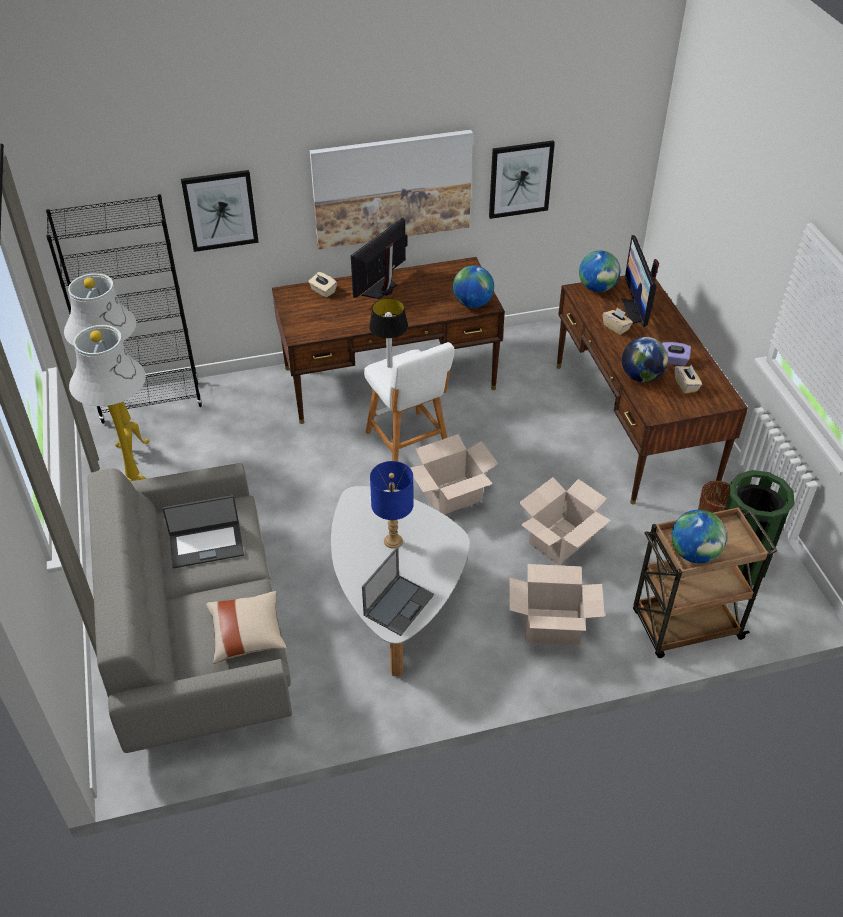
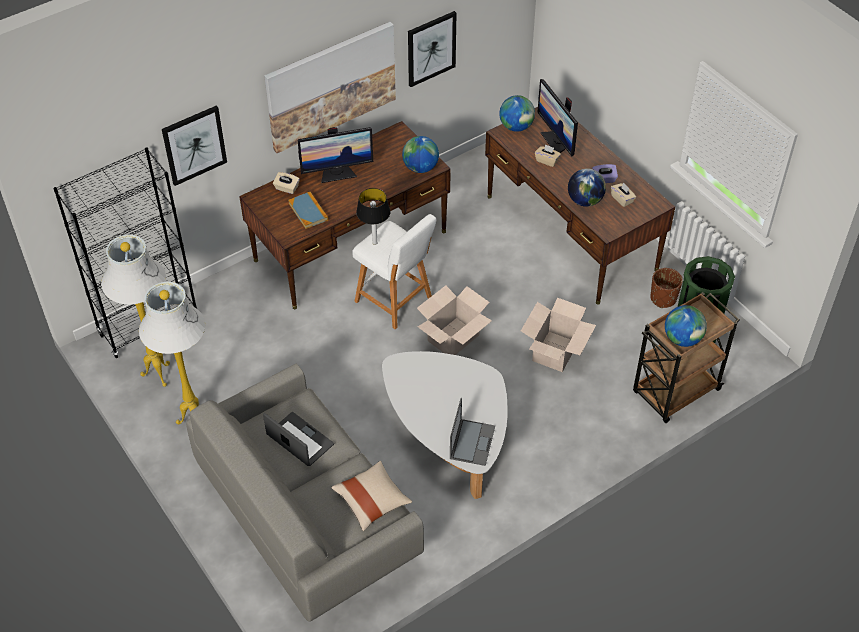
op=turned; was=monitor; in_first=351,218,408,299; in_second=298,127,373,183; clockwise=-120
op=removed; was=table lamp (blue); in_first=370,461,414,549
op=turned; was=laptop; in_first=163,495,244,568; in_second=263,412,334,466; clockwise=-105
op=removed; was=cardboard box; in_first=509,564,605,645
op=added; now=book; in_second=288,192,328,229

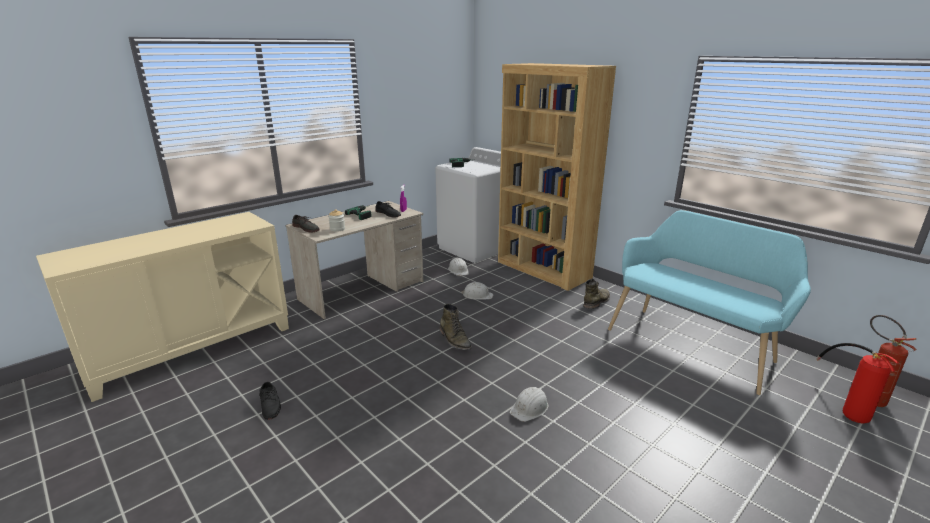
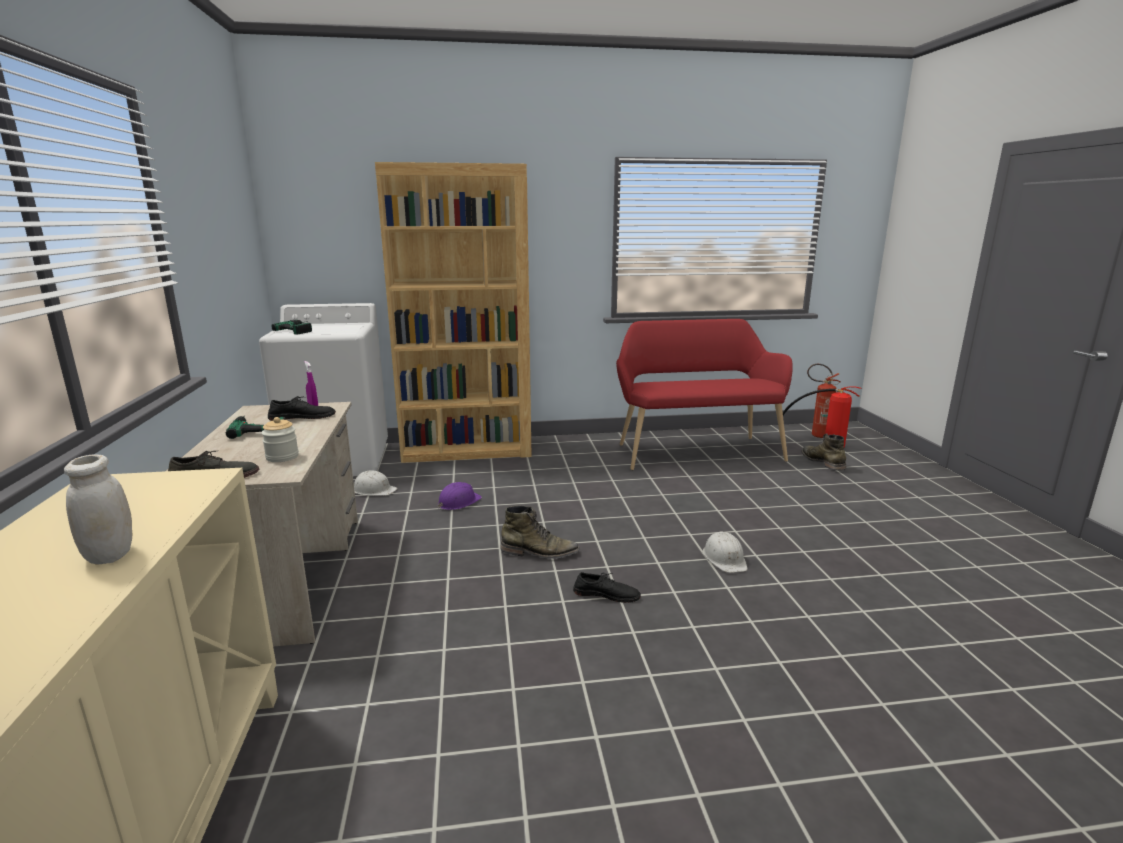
op=recoloured; was=bench (turquoise); now=bench (red); in_first=608,210,811,395; in_second=616,319,793,470
op=moved; was=boot (green); in_first=584,279,610,309; in_second=802,433,846,471
op=recoloured; was=hard hat (white); now=hard hat (purple); in_first=461,282,493,300; in_second=438,482,482,510
op=moved; was=shoe (black); in_first=259,382,281,420; in_second=573,572,641,603
op=added; now=jar (white); in_second=64,454,132,564

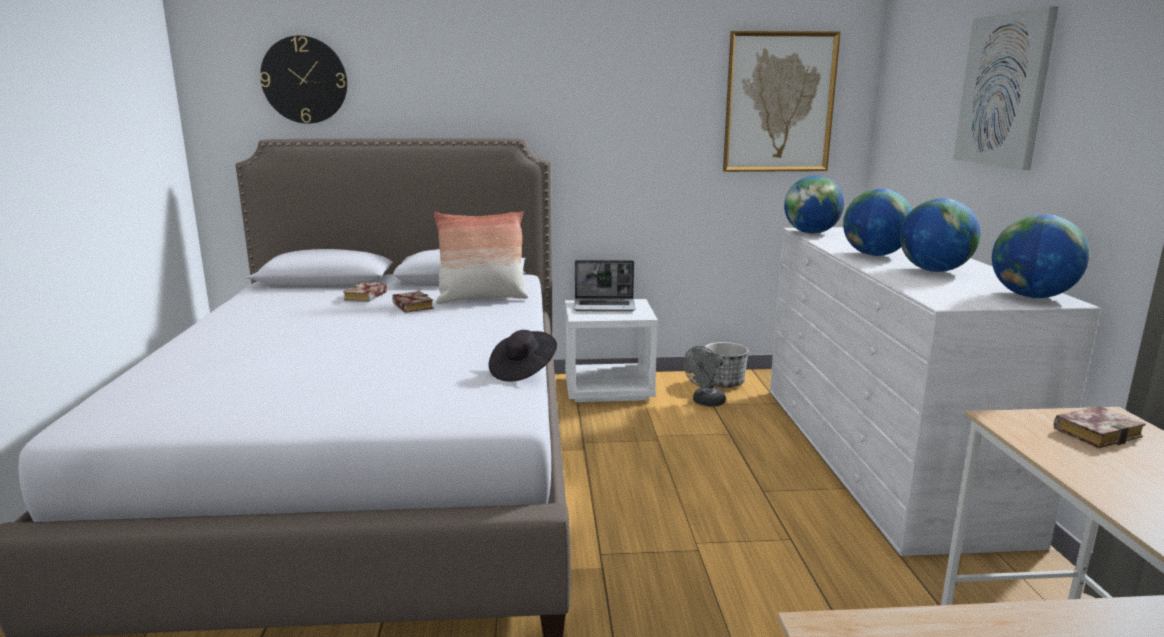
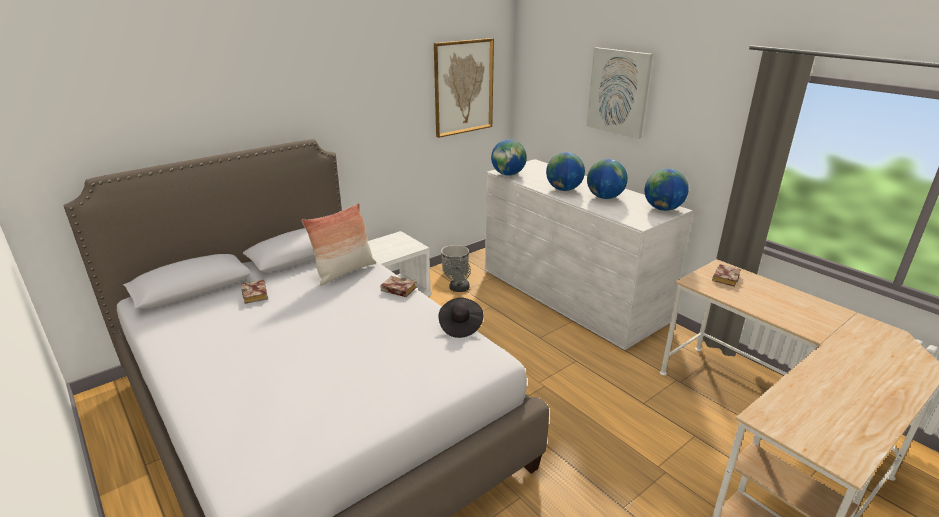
op=removed; was=wall clock; in_first=260,36,347,124
op=removed; was=laptop; in_first=574,260,635,311
op=moved; was=book; in_first=392,291,433,313; in_second=380,276,417,297

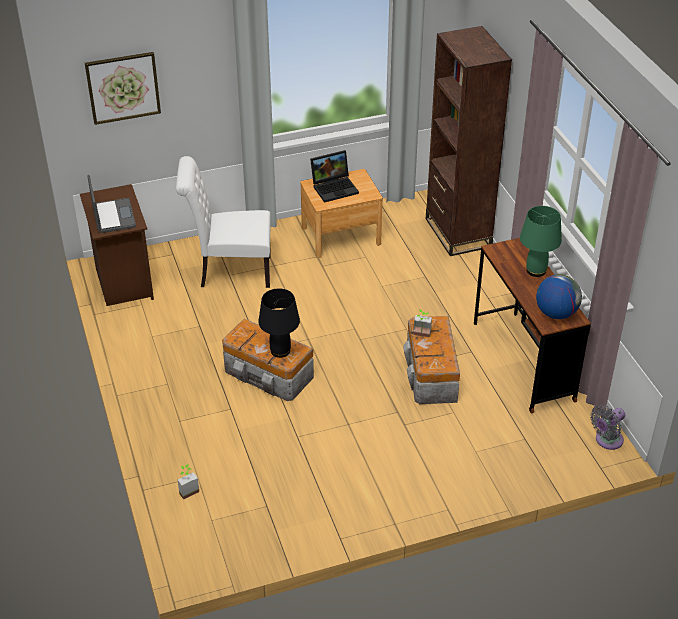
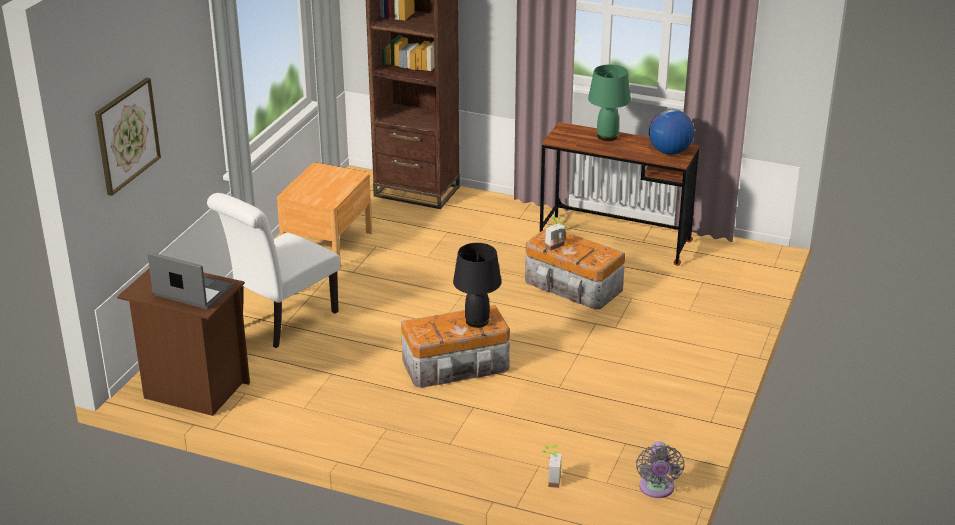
op=removed; was=laptop; in_first=310,150,359,203
op=moved; was=fan (grey); in_first=590,405,625,450; in_second=636,441,684,498

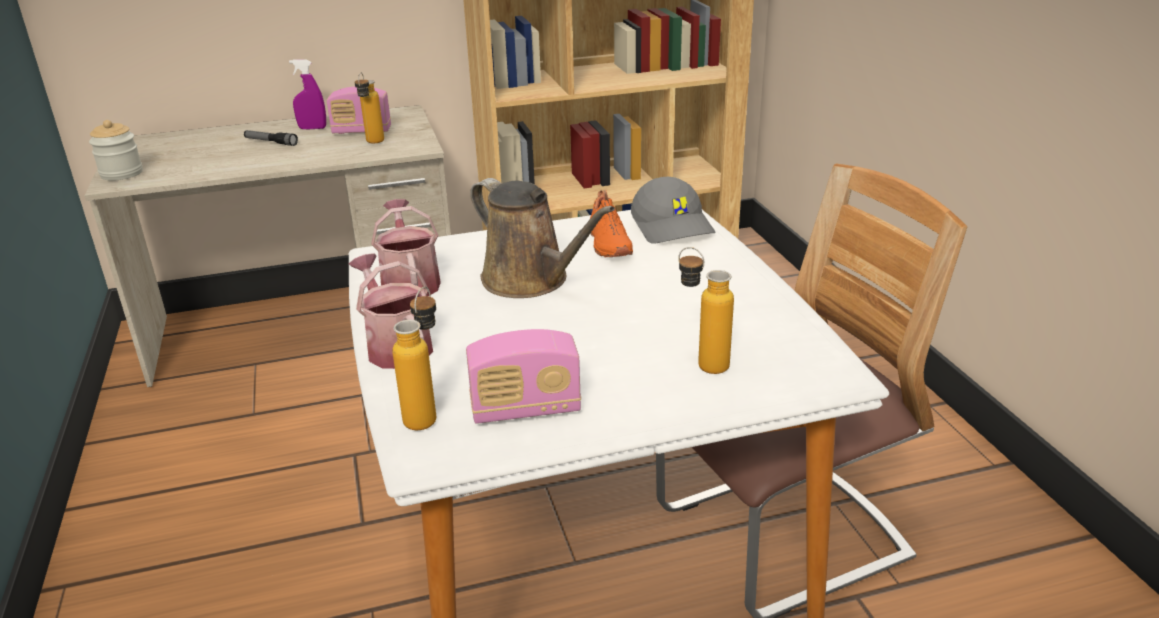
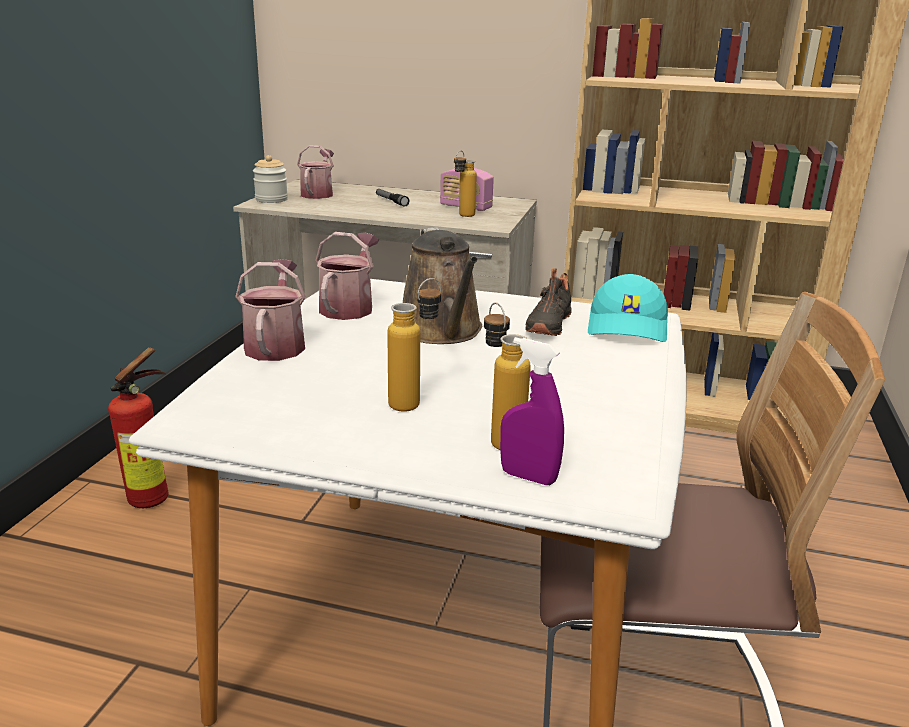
op=moved; was=spray bottle (purple); in_first=289,59,326,130; in_second=500,337,564,485
op=recoloured; was=cap (grey); now=cap (turquoise); in_first=631,177,716,244; in_second=588,274,668,342
op=recoloured; was=shoe (orange); now=shoe (black); in_first=590,190,633,257; in_second=525,268,572,336
op=moved; was=bottle; in_first=392,287,436,430; in_second=387,278,441,412
op=removed; was=radio; in_first=466,329,581,424
op=added; now=watering can; in_second=297,145,334,199
op=added; now=fire extinguisher; in_second=108,347,169,508

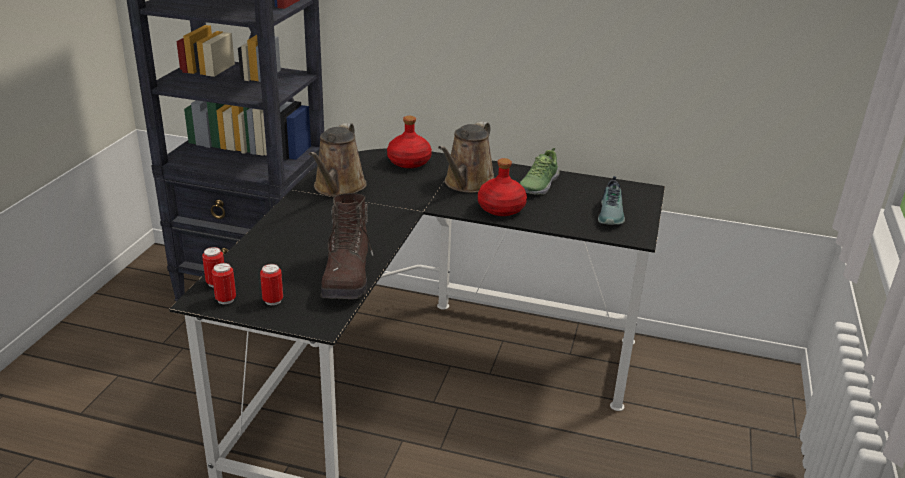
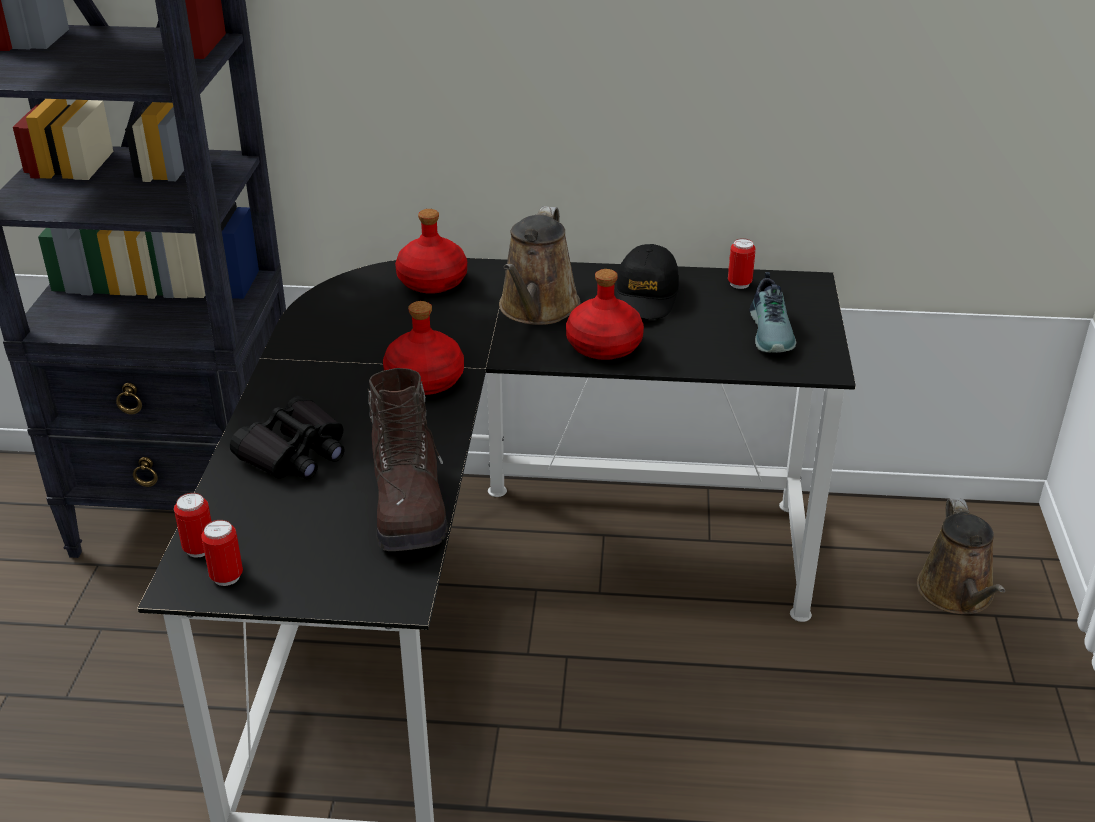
op=moved; was=watering can (brown); in_first=309,123,367,197; in_second=917,498,1005,614
op=replaced; was=shoe; now=cap (black); in_first=520,148,560,195; in_second=614,244,679,319
op=moved; was=can; in_first=260,264,283,305; in_second=728,238,756,289
op=added; now=bottle (red); in_second=383,301,464,395
op=added; now=binoculars (black); in_second=230,396,345,479

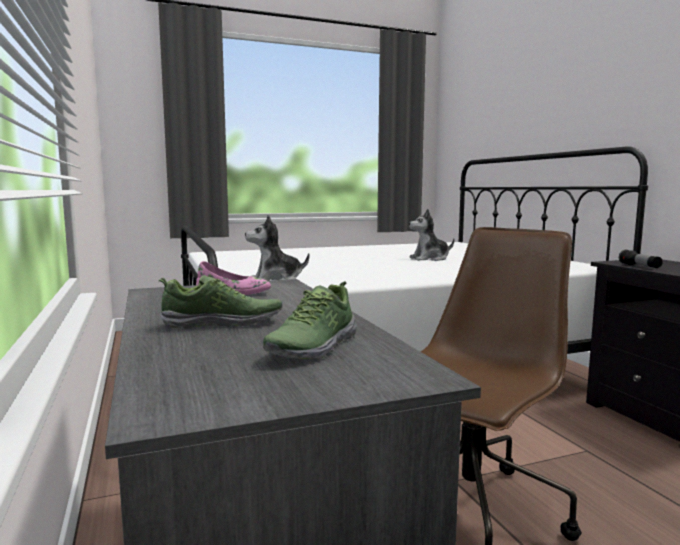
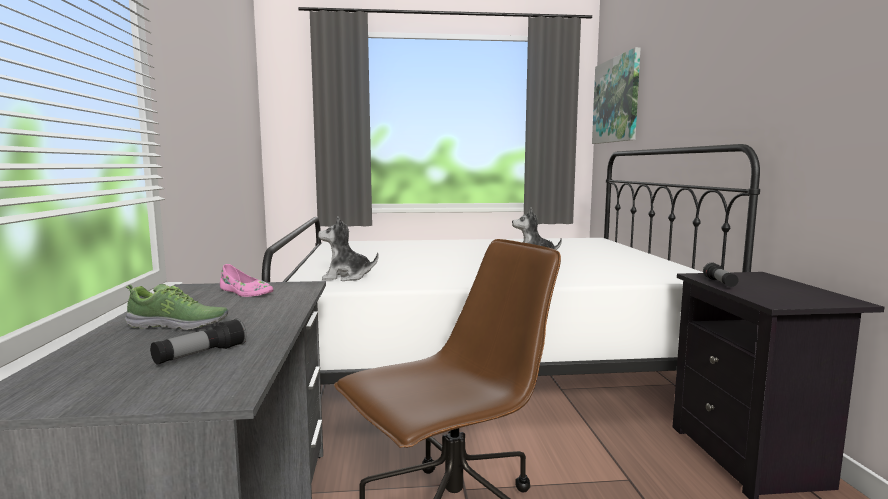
op=replaced; was=shoe; now=flashlight; in_first=263,281,357,359; in_second=150,318,246,365
op=added; now=picture; in_second=592,47,641,144

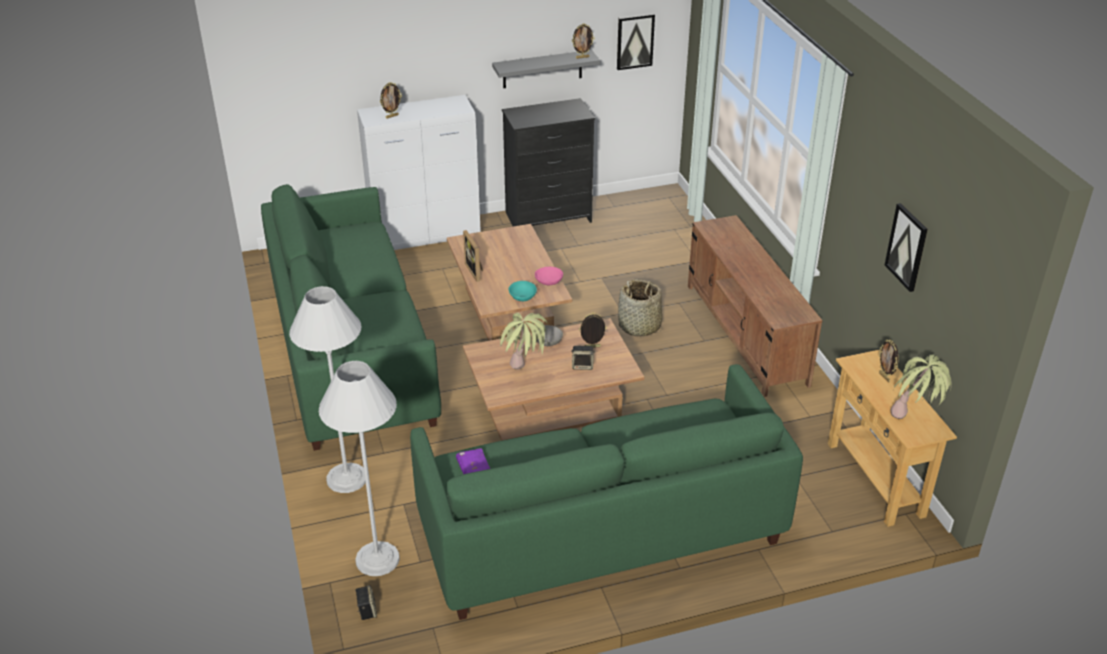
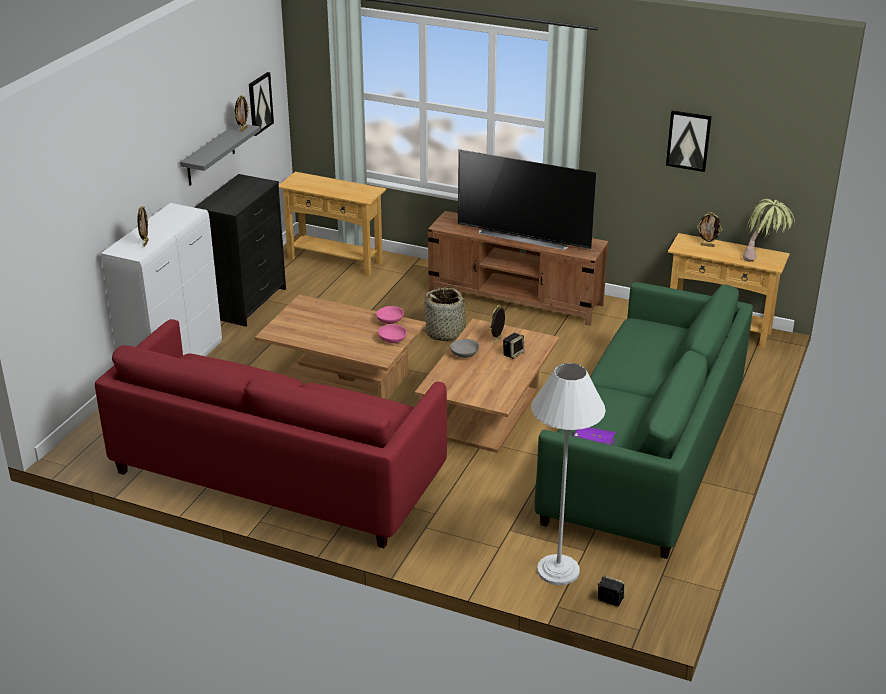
op=recoloured; was=sofa (green); now=sofa (red); in_first=261,184,441,451; in_second=95,319,447,549
op=removed; was=picture frame; in_first=463,230,483,282
op=recoloured; was=bowl (turquoise); now=bowl (pink); in_first=509,281,537,301; in_second=378,324,407,343
op=removed; was=floor lamp (white); in_first=289,286,366,493
op=removed; was=potted plant; in_first=499,313,548,370
op=added; now=television; in_second=458,149,596,250
op=added; now=console table (beige); in_second=279,172,386,276

